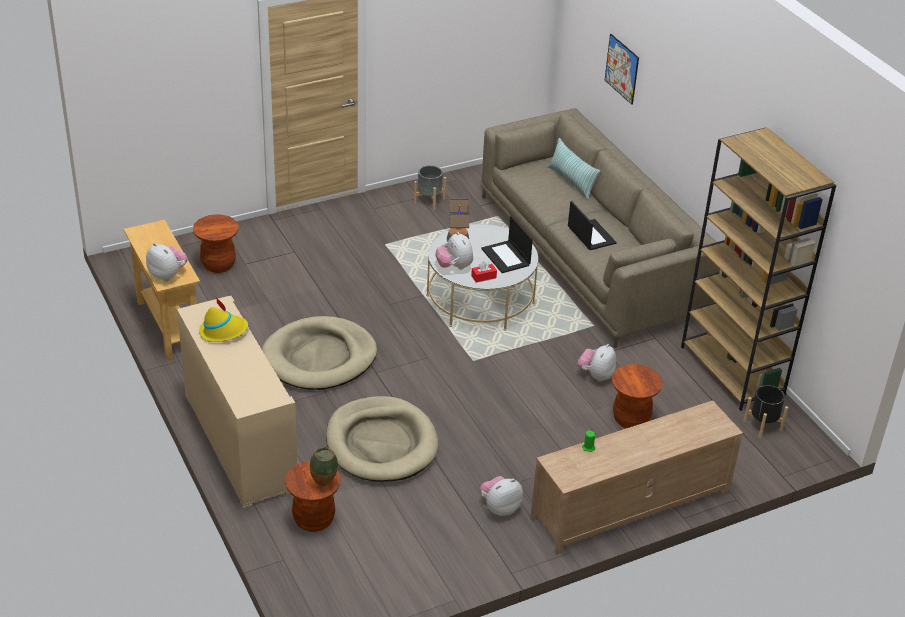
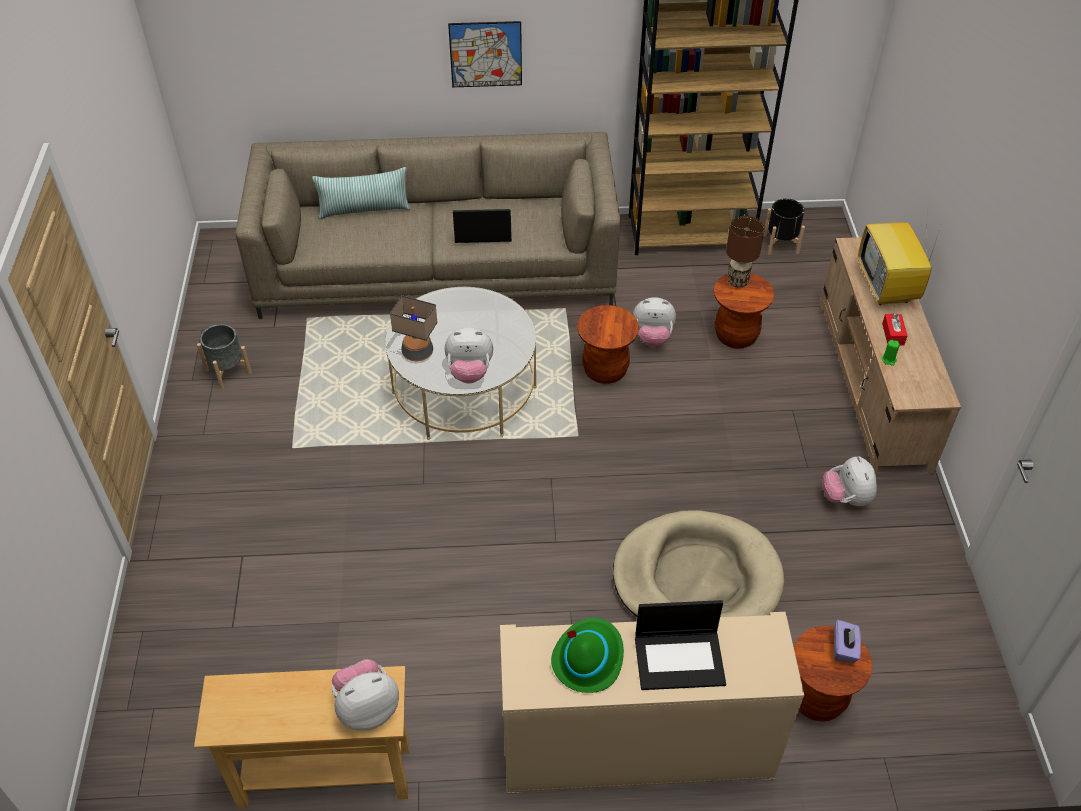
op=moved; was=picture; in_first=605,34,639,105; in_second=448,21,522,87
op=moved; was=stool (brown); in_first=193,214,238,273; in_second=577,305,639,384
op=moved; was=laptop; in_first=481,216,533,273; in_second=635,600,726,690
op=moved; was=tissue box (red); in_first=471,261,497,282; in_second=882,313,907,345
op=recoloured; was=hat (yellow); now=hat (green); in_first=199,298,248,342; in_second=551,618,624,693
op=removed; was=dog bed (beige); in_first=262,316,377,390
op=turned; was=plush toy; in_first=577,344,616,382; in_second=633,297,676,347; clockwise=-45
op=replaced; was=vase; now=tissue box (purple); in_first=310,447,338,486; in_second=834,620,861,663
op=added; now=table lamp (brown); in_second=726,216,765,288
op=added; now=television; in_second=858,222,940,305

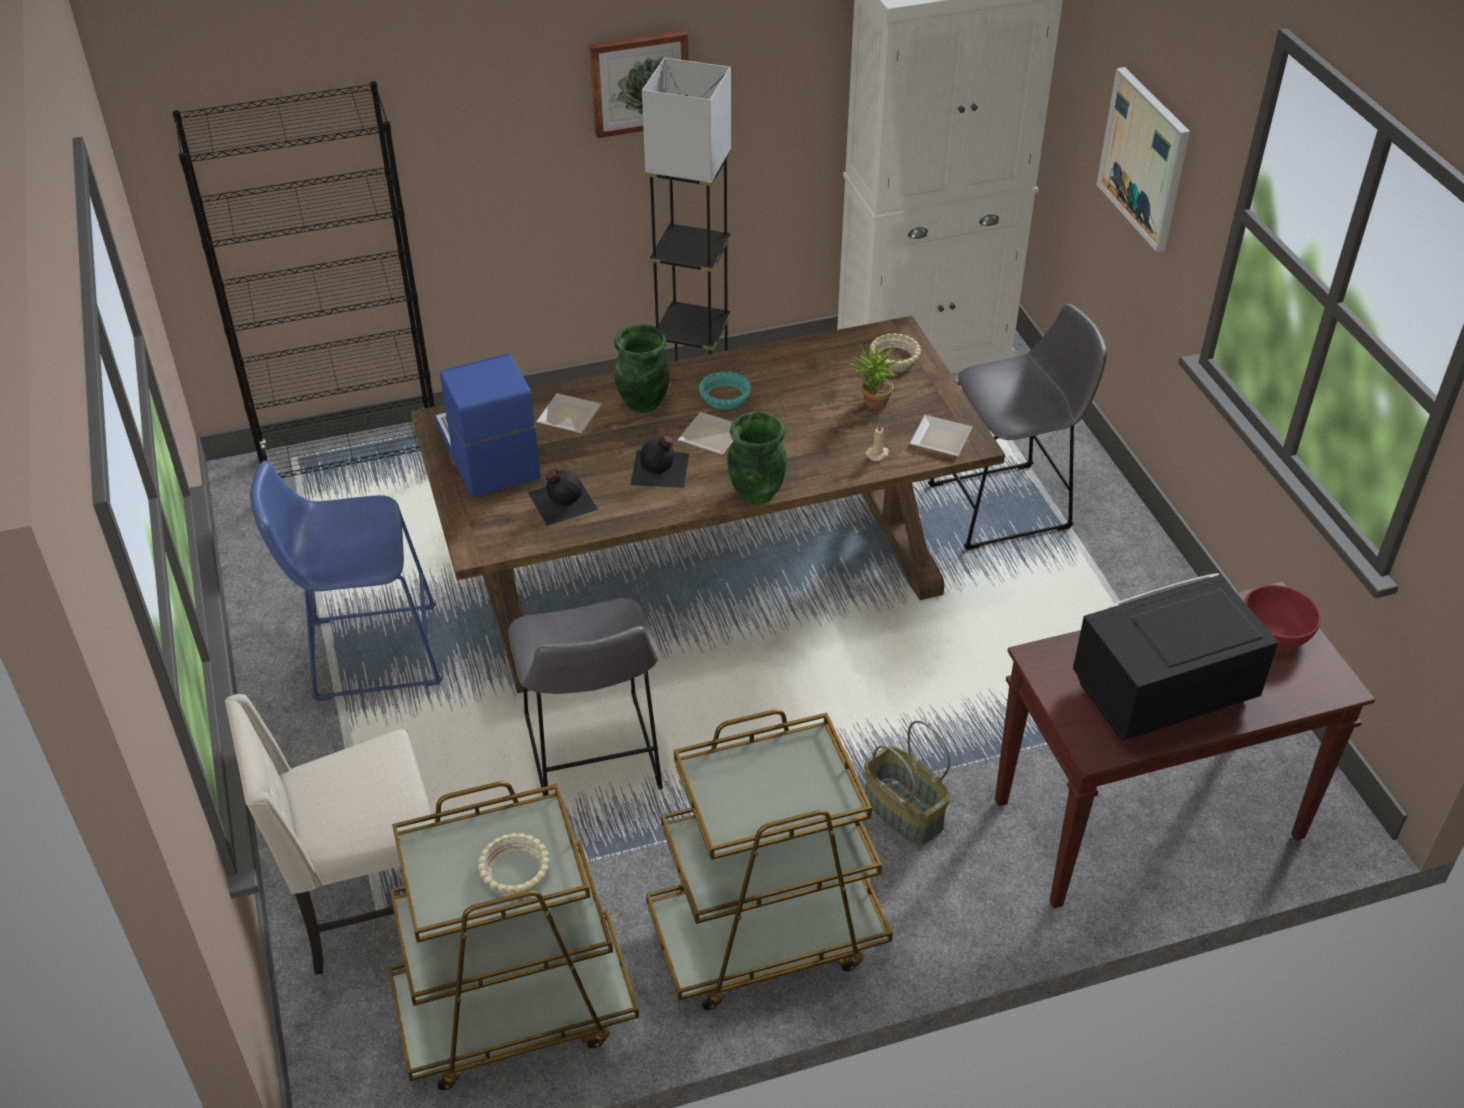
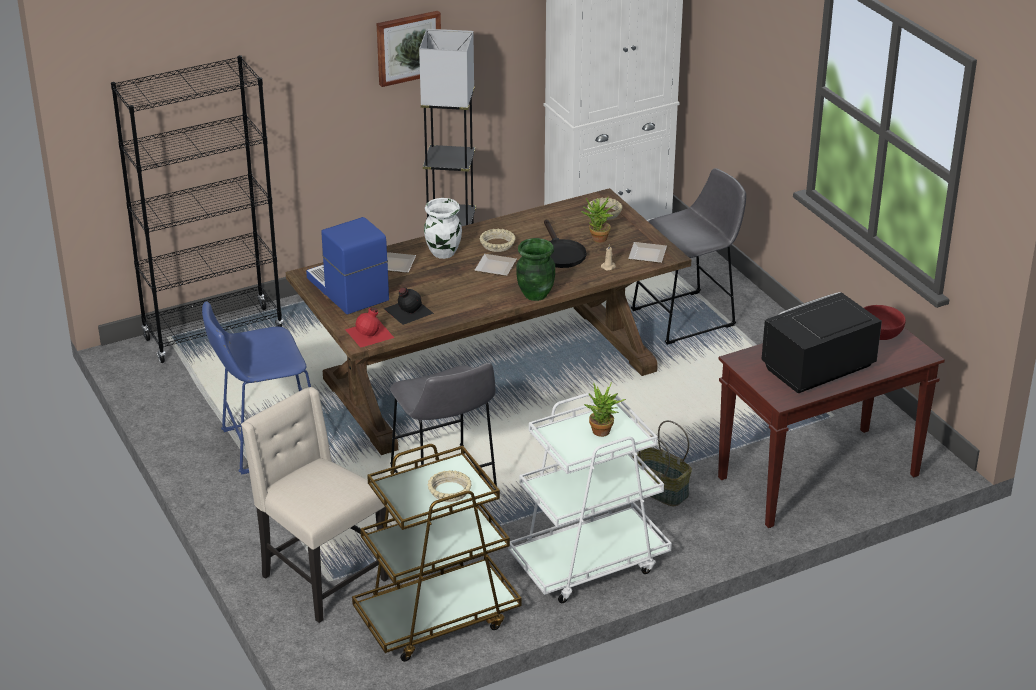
op=removed; was=picture; in_first=1097,67,1190,252
op=recoloured; was=vase (green); now=vase (white); in_first=614,324,670,413; in_second=424,198,462,259
op=recoloured; was=bowl (turquoise); now=bowl (beige); in_first=699,371,752,410; in_second=479,229,516,252
op=removed; was=bottle (black); in_first=631,436,689,488
op=turned; was=chair (beige); in_first=225,694,435,975; in_second=241,387,389,623; clockwise=75
op=recoloured; was=cart (brown); now=cart (white); in_first=646,709,893,1010; in_second=508,393,672,603
op=added; now=frying pan (black); in_second=544,220,586,268
op=added; now=bottle (red); in_second=345,307,394,348
op=added; now=potted plant; in_second=584,382,626,437

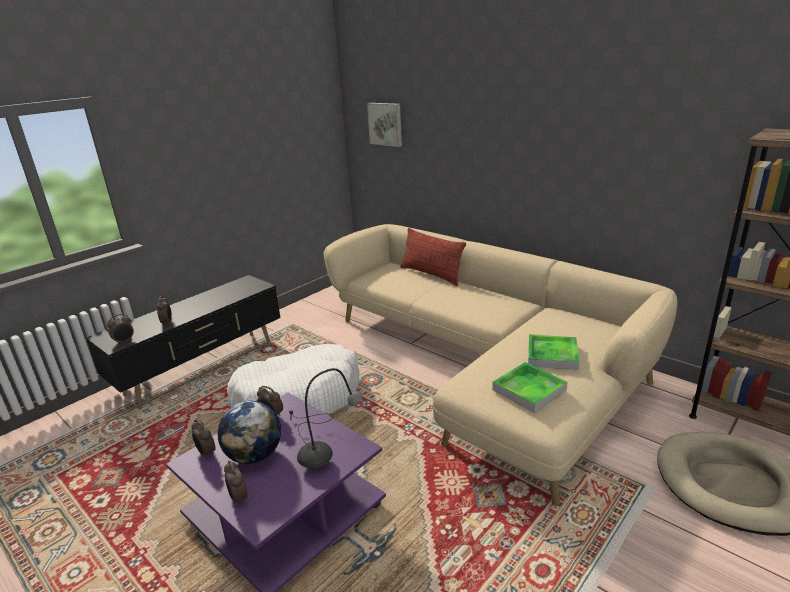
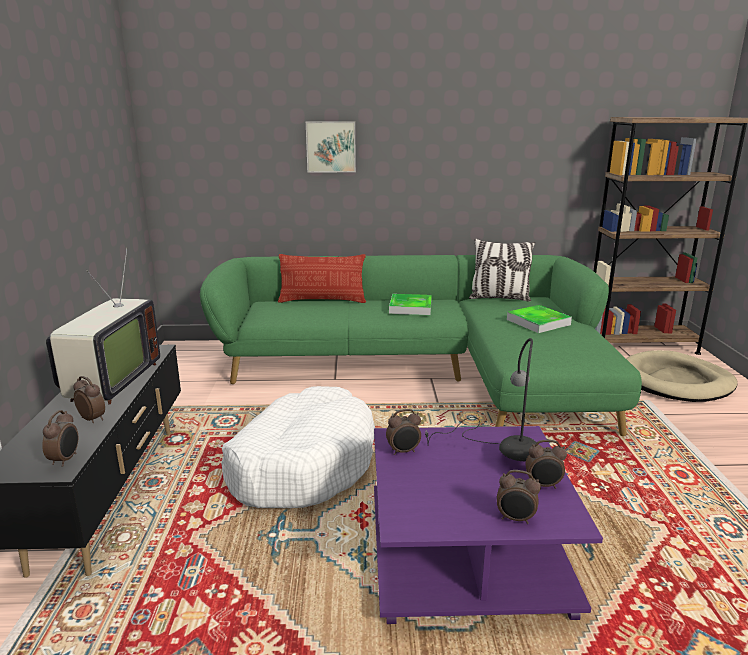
op=moved; was=picture; in_first=367,103,402,147; in_second=306,122,356,172
op=recoloured; was=sofa (beige); now=sofa (green); in_first=324,224,677,506; in_second=200,255,642,436
op=moved; was=tray; in_first=492,362,567,413; in_second=389,294,432,315
op=removed; was=globe; in_first=218,401,281,464
op=moved; was=alarm clock; in_first=191,419,216,459; in_second=526,440,567,489
op=added; now=pillow; in_second=469,238,535,302
op=added; now=television; in_second=46,248,160,405

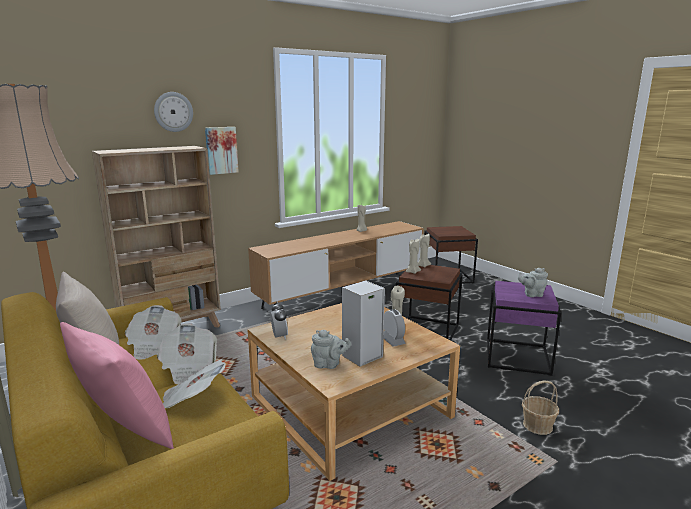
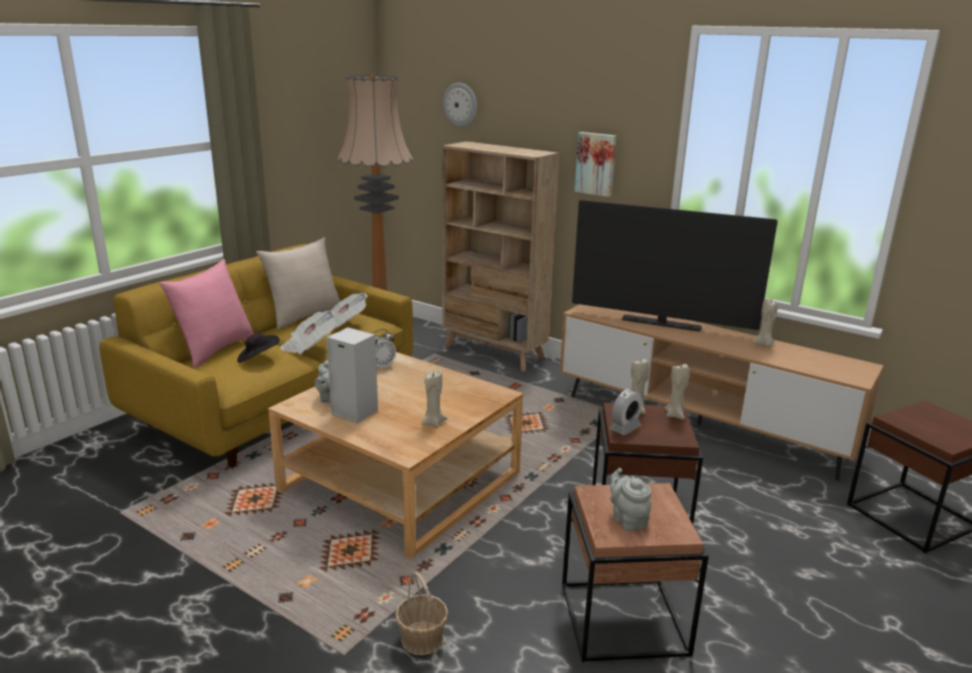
op=moved; was=wall clock; in_first=154,92,193,132; in_second=443,83,477,127
op=recoloured; was=side table (purple); now=side table (brown); in_first=487,281,561,376; in_second=562,483,709,662
op=moved; was=alarm clock; in_first=384,309,405,347; in_second=609,389,642,435
op=replaced; was=newspaper; now=hat (black); in_first=163,359,226,408; in_second=237,333,280,363
op=added; now=television; in_second=572,200,778,331

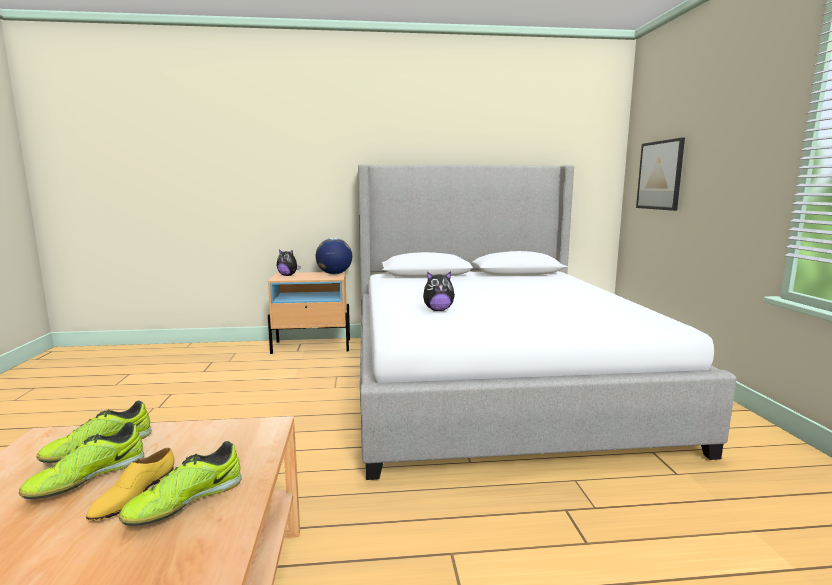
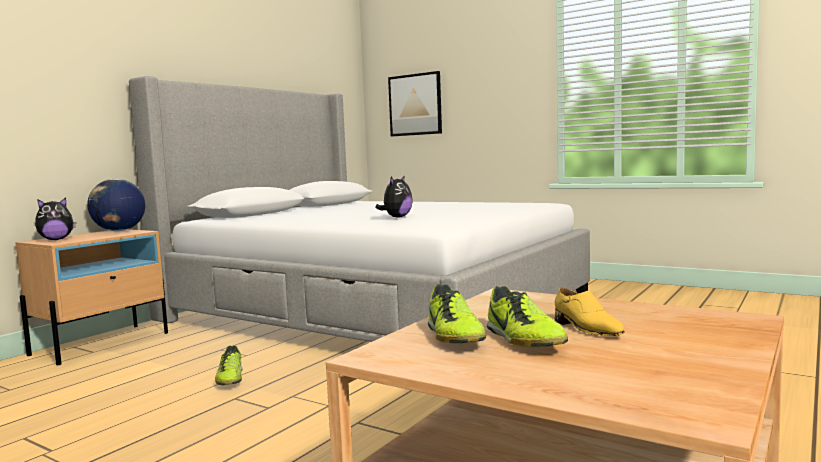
op=moved; was=shoe; in_first=119,441,241,526; in_second=215,346,243,385

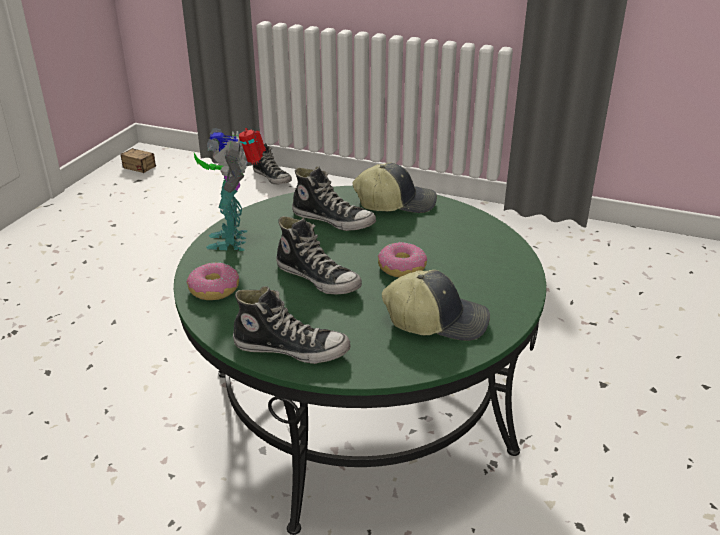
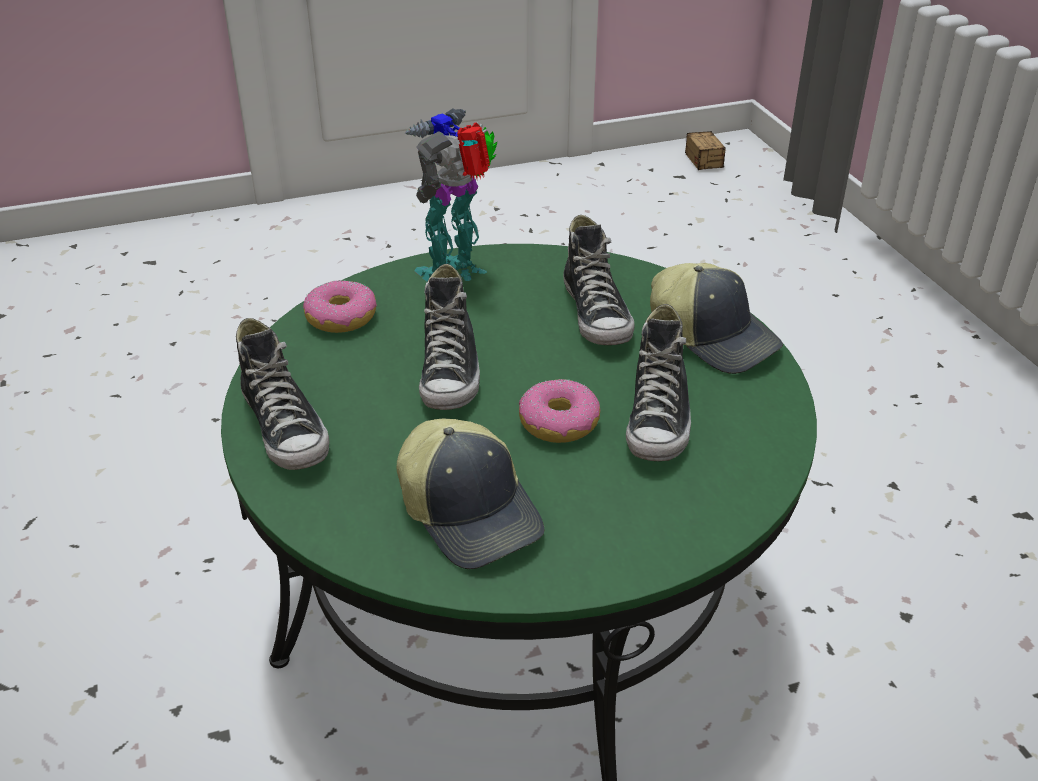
op=moved; was=shoe; in_first=253,143,292,184; in_second=626,304,691,461

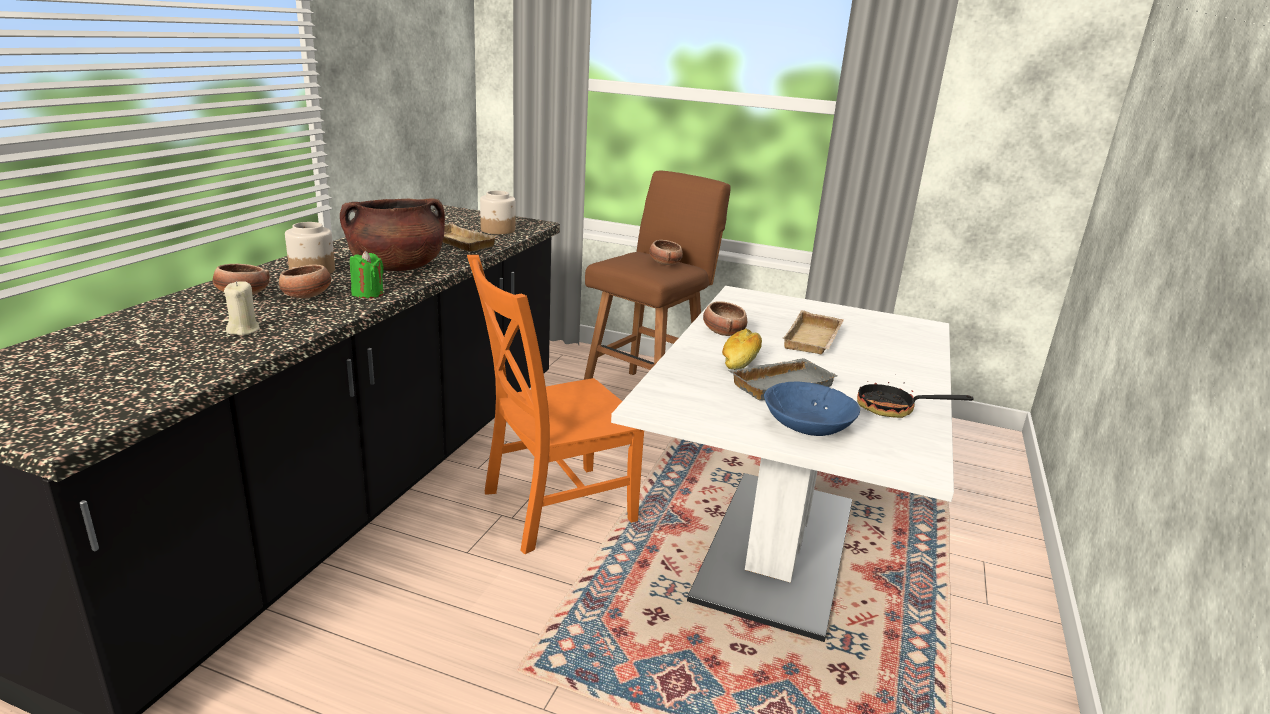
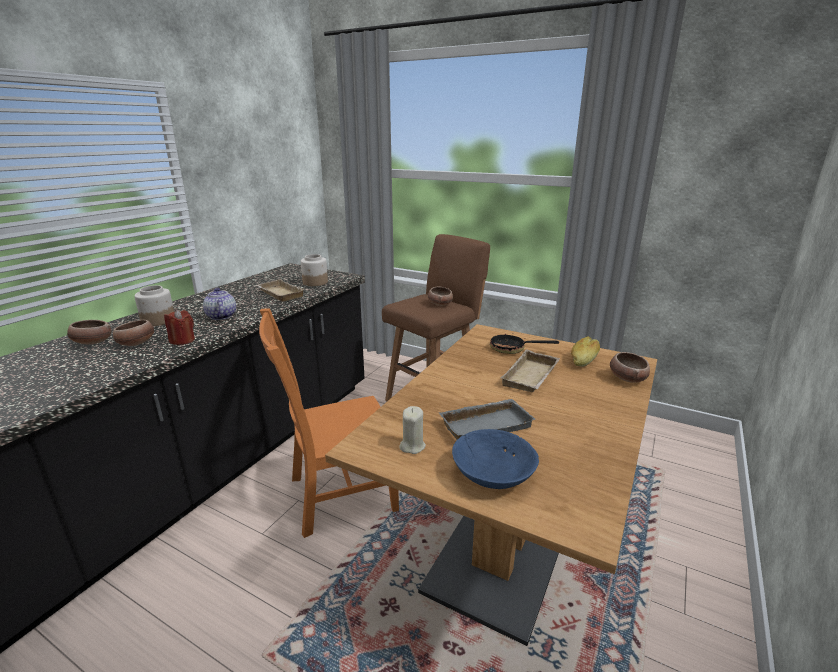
op=replaced; was=cooking pot (brown); now=teapot; in_first=340,198,445,271; in_second=203,288,236,320
op=recoloured; was=candle (green); now=candle (red); in_first=350,251,384,298; in_second=164,310,195,345
op=moved; was=candle (beige); in_first=224,281,260,336; in_second=400,406,426,454
op=recoloured; was=dining table (white); now=dining table (brown); in_first=611,286,954,642; in_second=325,324,657,646
op=moved; was=bowl; in_first=703,301,747,336; in_second=610,352,650,383
op=moved; was=bread; in_first=722,328,762,370; in_second=571,336,600,367
op=moved; was=frying pan; in_first=857,381,974,418; in_second=490,333,559,354

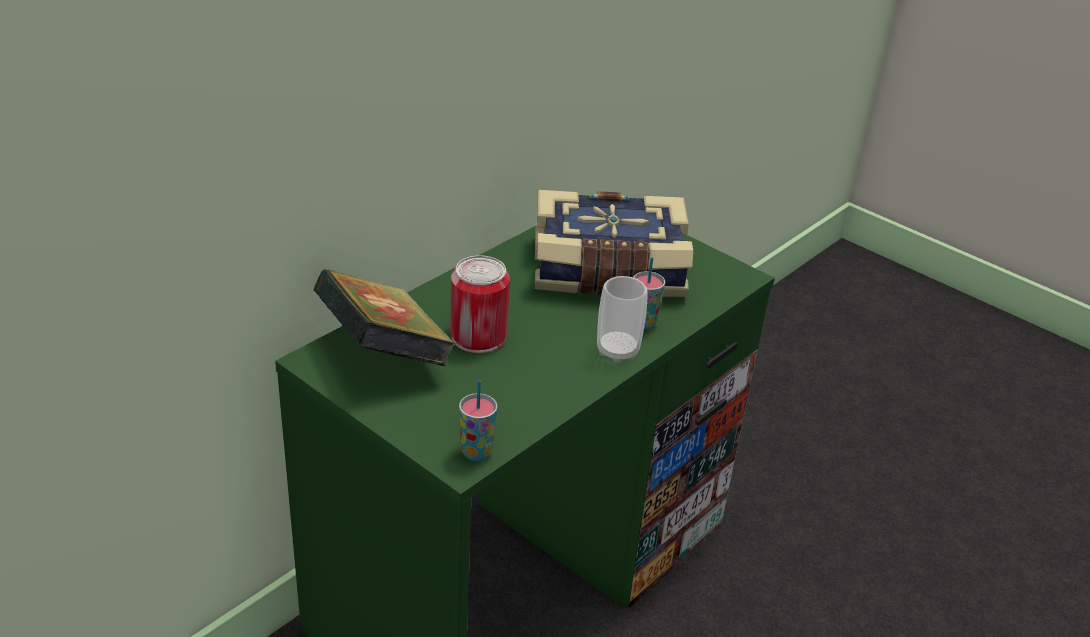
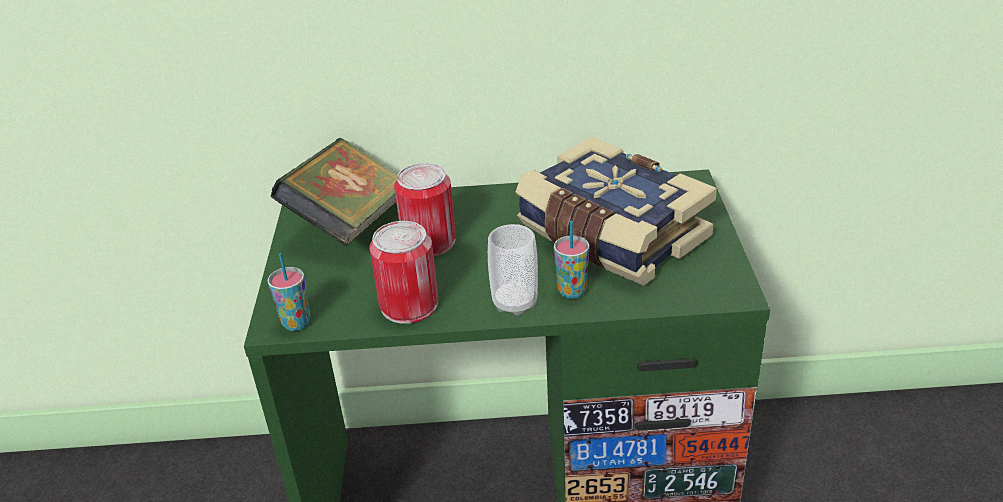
op=added; now=can; in_second=369,221,438,324

